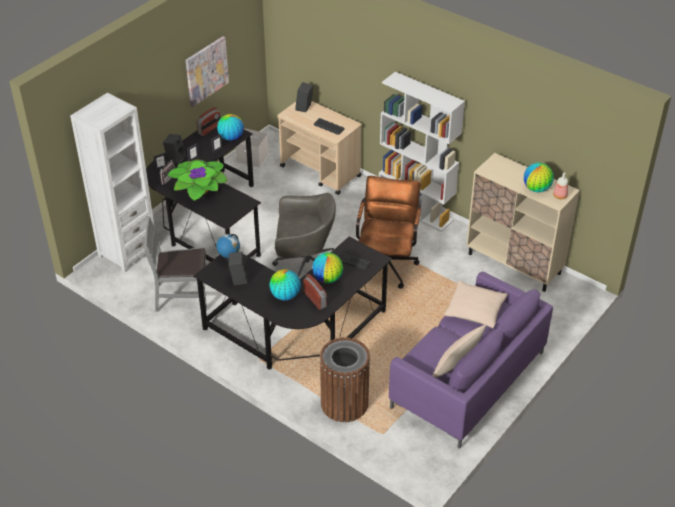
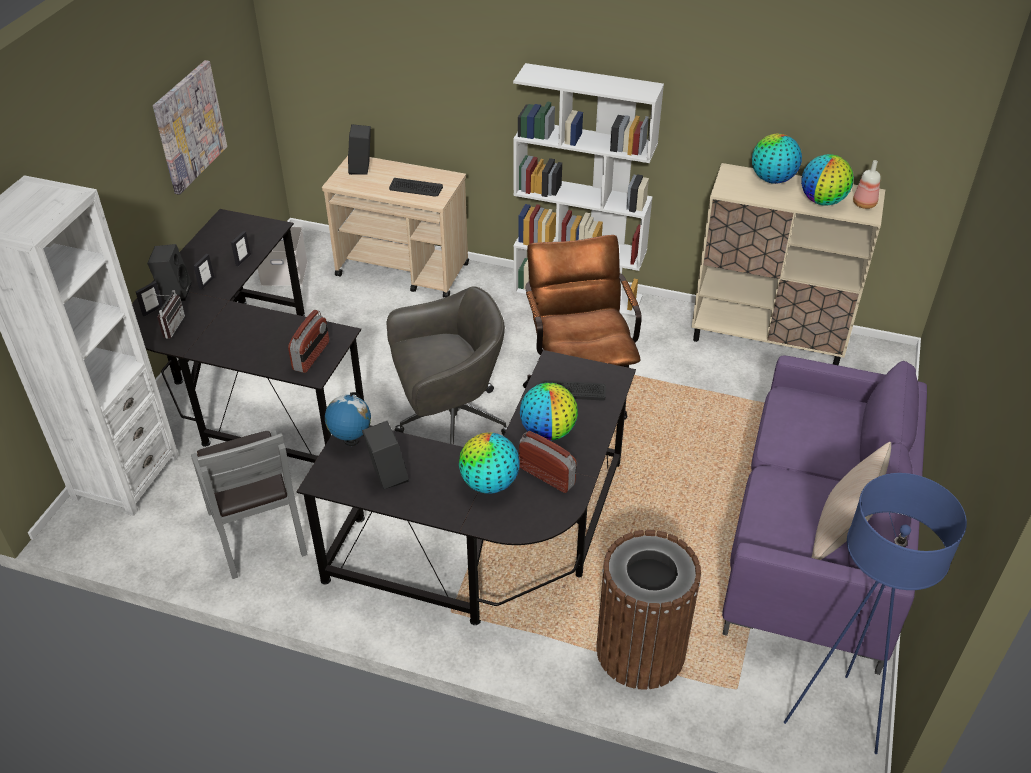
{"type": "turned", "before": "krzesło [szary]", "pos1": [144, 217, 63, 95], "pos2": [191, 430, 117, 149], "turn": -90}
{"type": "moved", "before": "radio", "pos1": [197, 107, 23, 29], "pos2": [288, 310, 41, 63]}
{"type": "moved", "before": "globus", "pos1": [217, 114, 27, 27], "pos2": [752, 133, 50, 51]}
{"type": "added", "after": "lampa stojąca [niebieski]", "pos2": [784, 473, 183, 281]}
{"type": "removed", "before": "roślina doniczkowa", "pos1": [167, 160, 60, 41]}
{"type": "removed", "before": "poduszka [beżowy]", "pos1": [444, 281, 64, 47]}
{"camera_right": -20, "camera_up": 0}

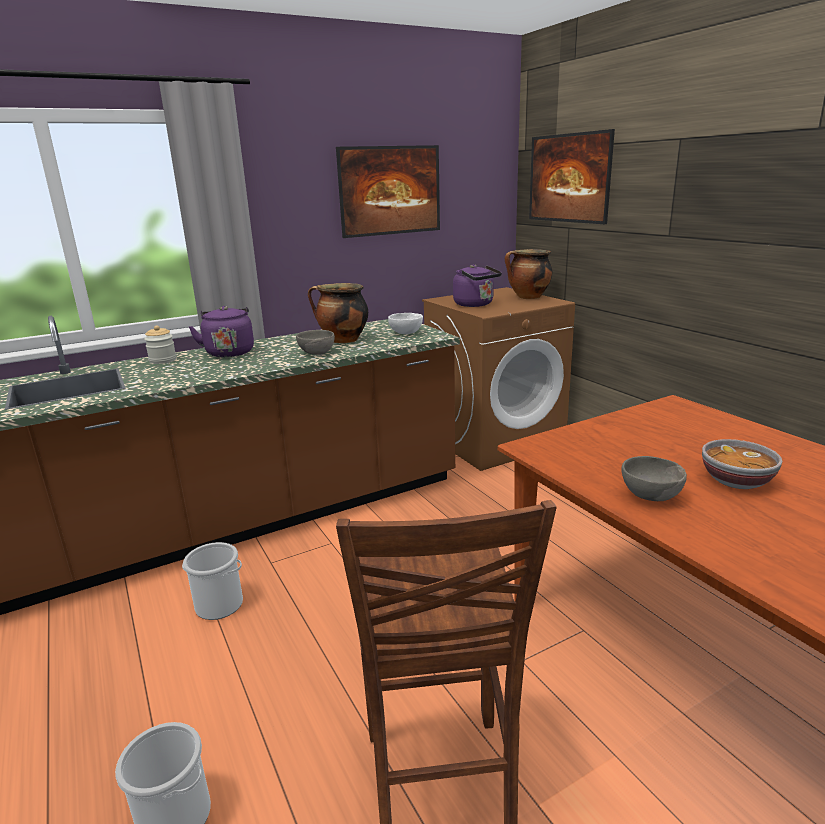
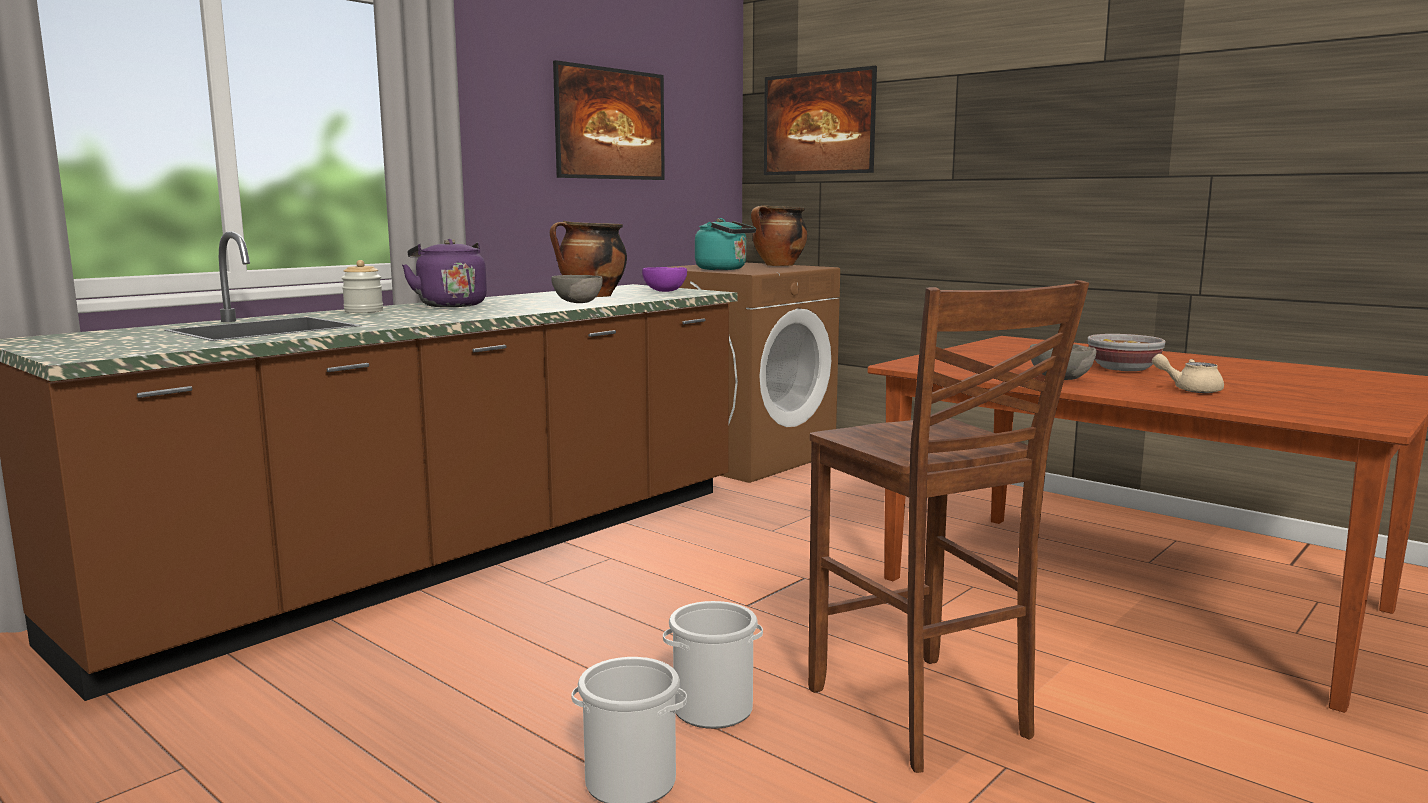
{"type": "recoloured", "before": "miska [biały]", "after": "miska [fioletowy]", "pos1": [388, 313, 35, 21], "pos2": [642, 267, 45, 25]}
{"type": "moved", "before": "wiadro", "pos1": [182, 542, 61, 78], "pos2": [663, 601, 100, 128]}
{"type": "recoloured", "before": "czajnik [fioletowy]", "after": "czajnik [turkusowy]", "pos1": [453, 265, 49, 42], "pos2": [695, 218, 61, 52]}
{"type": "added", "after": "imbryk [beżowy]", "pos2": [1152, 354, 72, 39]}
{"camera_right": -20, "camera_up": -10}

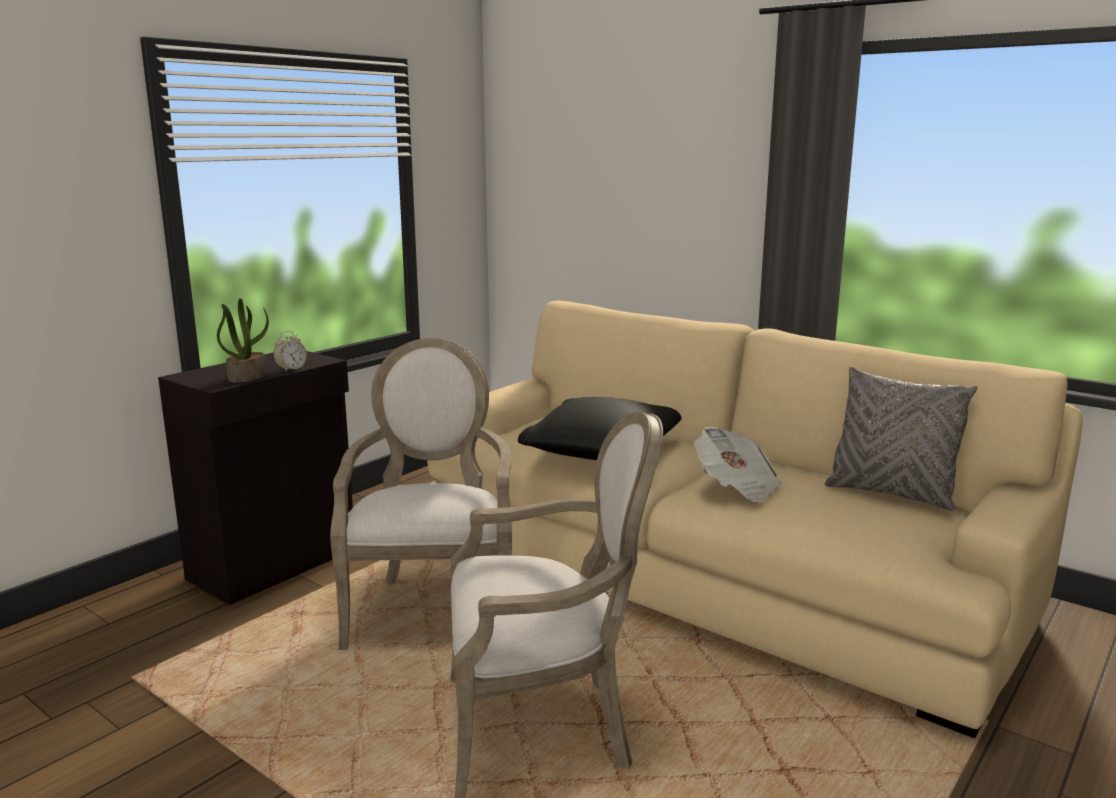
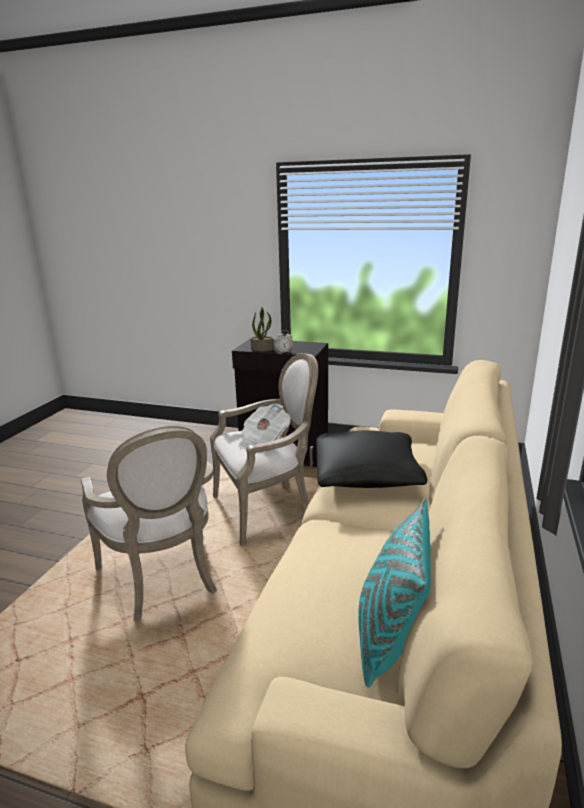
{"type": "moved", "before": "gazeta", "pos1": [694, 427, 88, 76], "pos2": [238, 404, 52, 46]}
{"type": "recoloured", "before": "poduszka [szary]", "after": "poduszka [turkusowy]", "pos1": [825, 367, 153, 143], "pos2": [358, 499, 73, 189]}
{"camera_right": 70, "camera_up": 5}

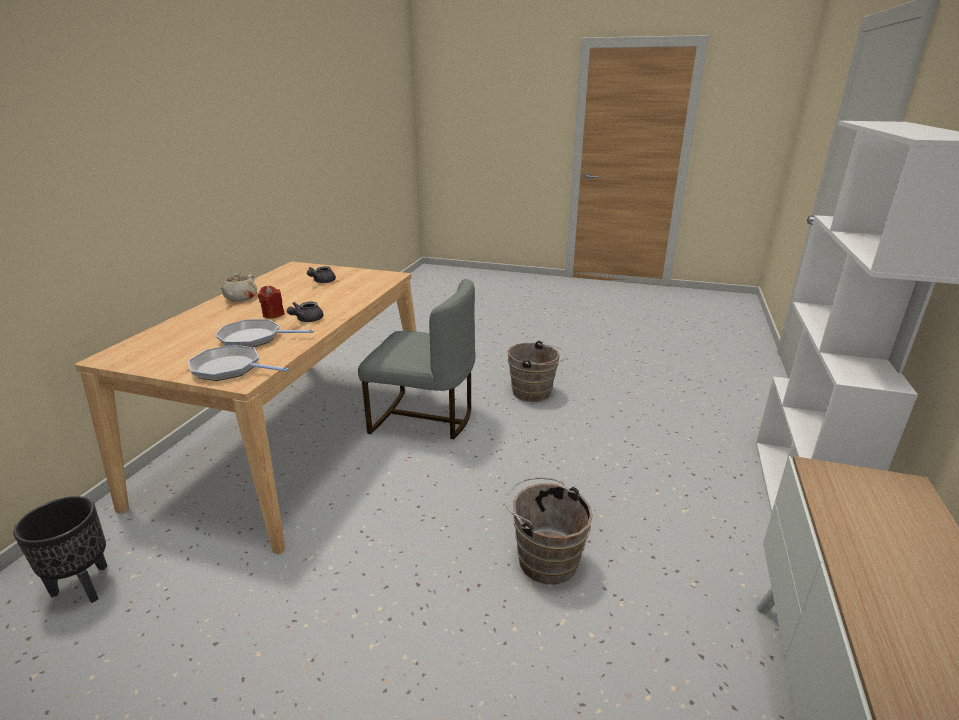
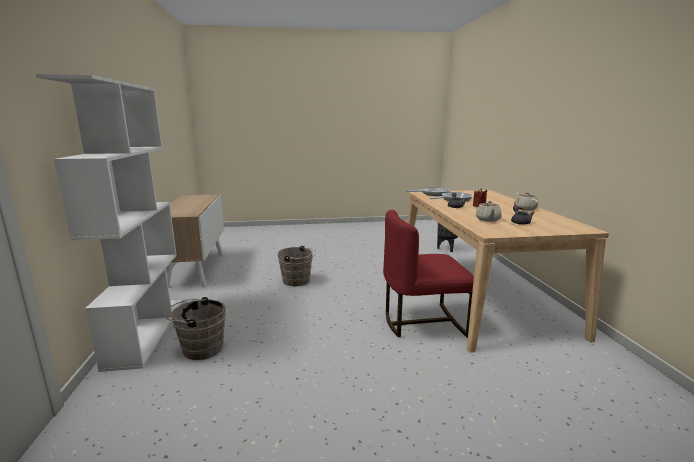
{"type": "moved", "before": "wiadro [brązowy]", "pos1": [508, 341, 57, 61], "pos2": [165, 297, 61, 63]}
{"type": "recoloured", "before": "krzesło [szary]", "after": "krzesło [czerwony]", "pos1": [358, 279, 117, 160], "pos2": [383, 210, 91, 128]}
{"type": "added", "after": "imbryk [beżowy]", "pos2": [476, 201, 26, 21]}
{"camera_right": 155, "camera_up": -10}

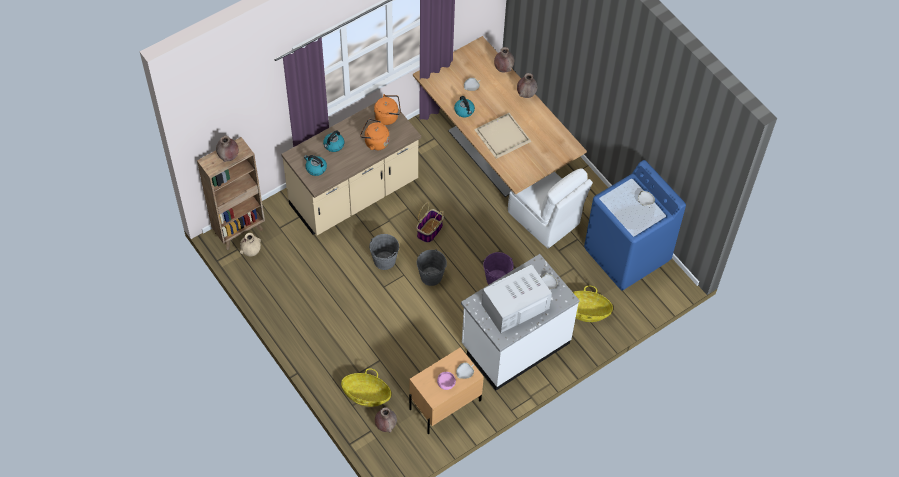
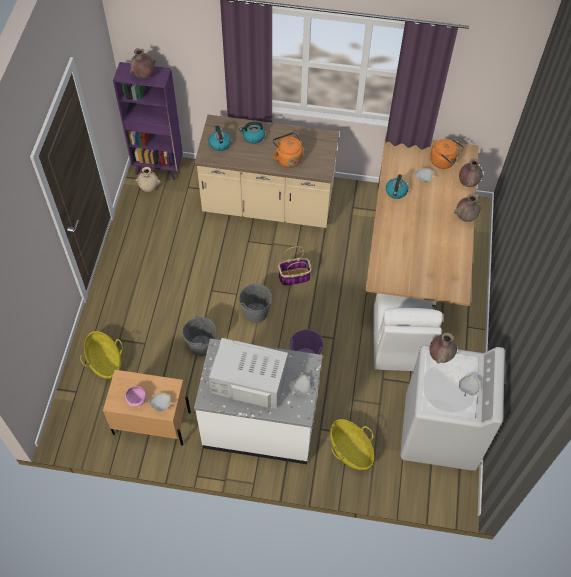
{"type": "recoloured", "before": "regał [brązowy]", "after": "regał [fioletowy]", "pos1": [197, 137, 68, 113], "pos2": [113, 62, 70, 118]}
{"type": "moved", "before": "wiadro [szary]", "pos1": [369, 234, 30, 36], "pos2": [182, 316, 34, 40]}
{"type": "recoloured", "before": "pralka [niebieski]", "after": "pralka [biały]", "pos1": [584, 160, 102, 130], "pos2": [400, 345, 105, 126]}
{"type": "moved", "before": "wazon [brązowy]", "pos1": [375, 407, 22, 26], "pos2": [429, 333, 28, 31]}
{"type": "moved", "before": "czajnik [pomarańczowy]", "pos1": [374, 94, 27, 31], "pos2": [430, 139, 34, 30]}
{"type": "removed", "before": "taca [beżowy]", "pos1": [474, 113, 58, 46]}
{"camera_right": 45, "camera_up": 0}

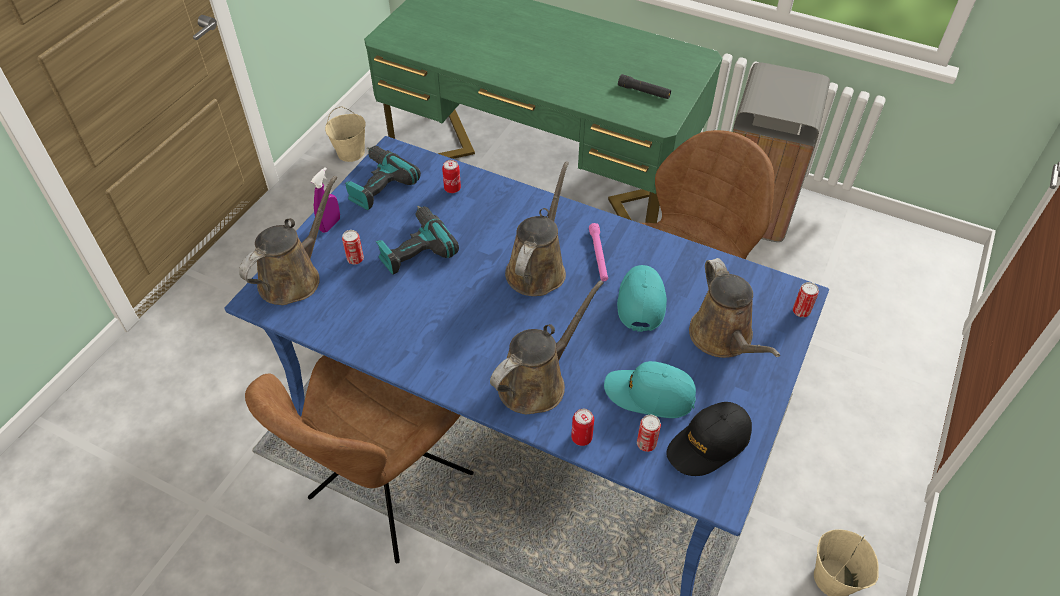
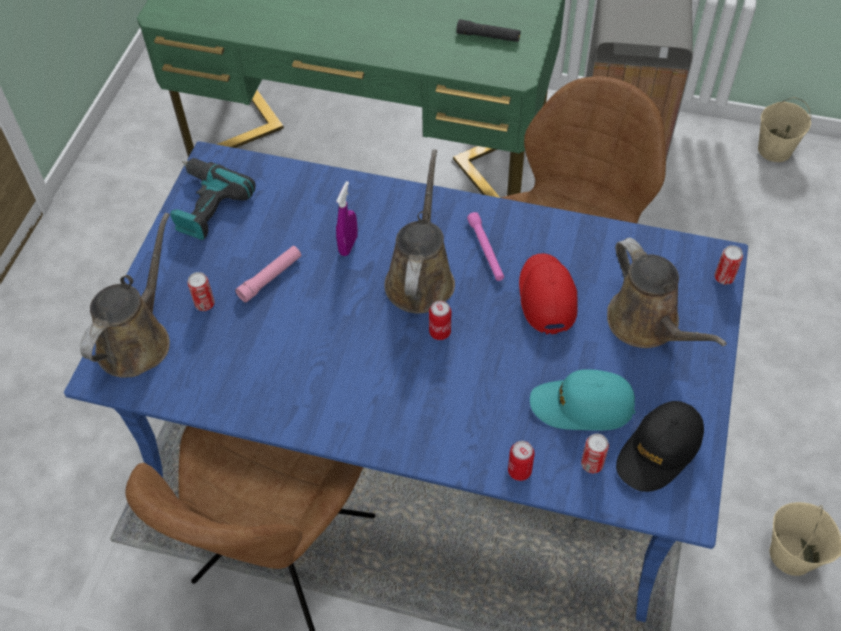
{"type": "replaced", "before": "wiertarka", "after": "latarka [różowy]", "pos1": [376, 206, 83, 69], "pos2": [235, 246, 66, 57]}
{"type": "moved", "before": "spryskiwacz [fioletowy]", "pos1": [311, 167, 29, 66], "pos2": [336, 181, 22, 75]}
{"type": "moved", "before": "puszka", "pos1": [442, 160, 19, 33], "pos2": [429, 301, 22, 39]}
{"type": "recoloured", "before": "czapka z daszkiem [turkusowy]", "after": "czapka z daszkiem [czerwony]", "pos1": [617, 265, 50, 67], "pos2": [519, 253, 58, 82]}
{"type": "moved", "before": "wiadro [beżowy]", "pos1": [325, 106, 41, 56], "pos2": [758, 97, 53, 65]}
{"type": "removed", "before": "konewka [brązowy]", "pos1": [490, 280, 114, 134]}
{"camera_right": -10, "camera_up": 5}

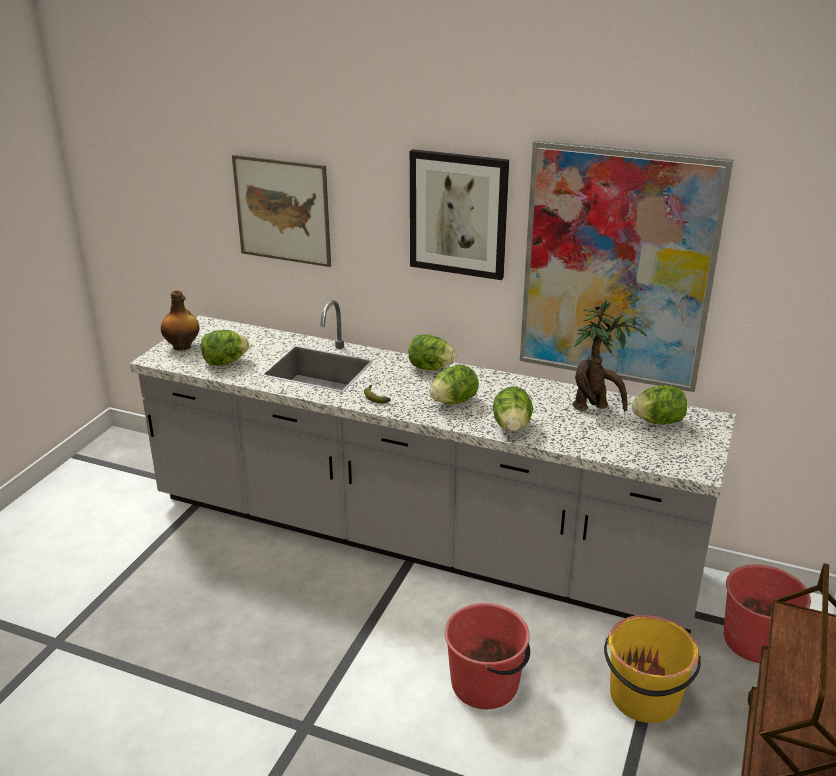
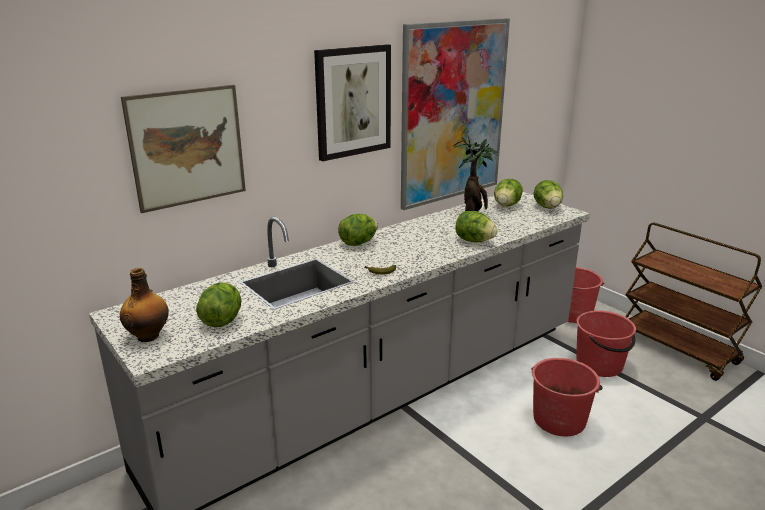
{"type": "moved", "before": "sałata", "pos1": [429, 365, 50, 39], "pos2": [534, 180, 29, 29]}
{"type": "recoloured", "before": "wiadro [żółty]", "after": "wiadro [czerwony]", "pos1": [604, 615, 97, 108], "pos2": [576, 310, 60, 67]}
{"camera_right": -60, "camera_up": -5}

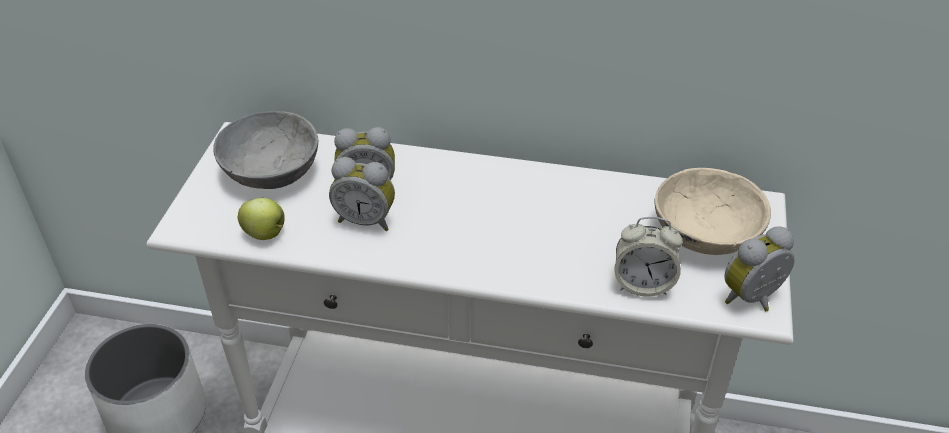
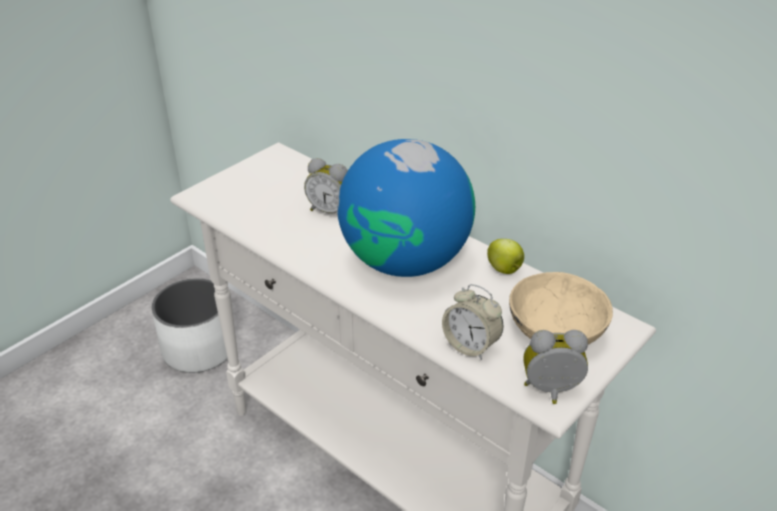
{"type": "added", "after": "globus", "pos2": [337, 139, 138, 138]}
{"type": "moved", "before": "jabłko", "pos1": [238, 198, 47, 42], "pos2": [487, 239, 37, 35]}
{"type": "removed", "before": "miska [szary]", "pos1": [213, 111, 105, 78]}
{"type": "removed", "before": "budzik", "pos1": [329, 157, 66, 74]}
{"camera_right": 30, "camera_up": -5}

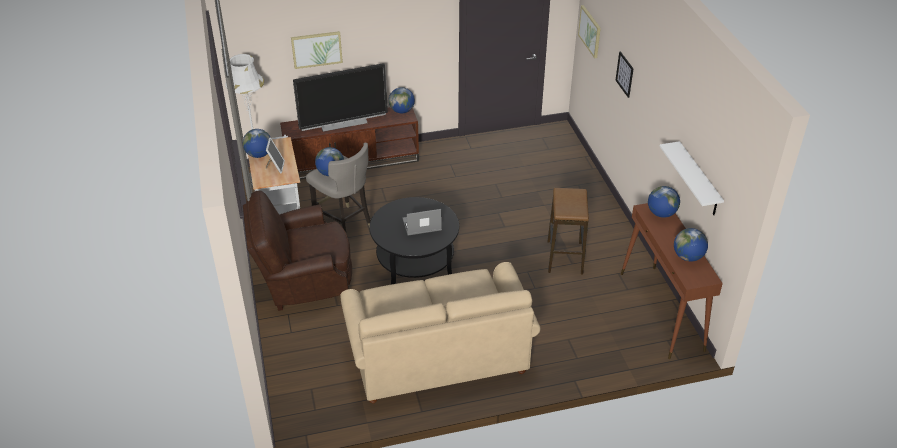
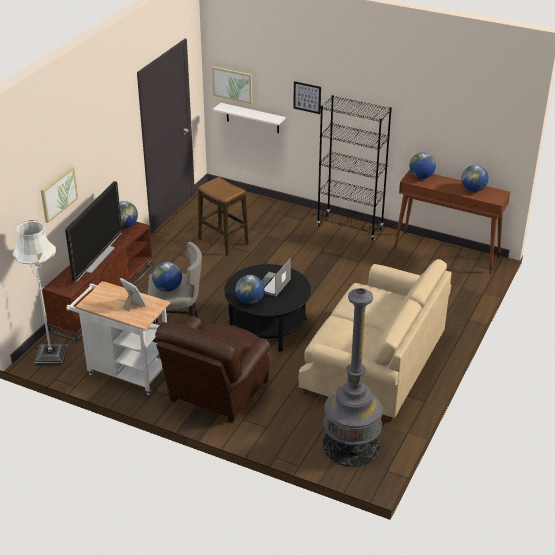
{"type": "moved", "before": "stołek", "pos1": [548, 188, 41, 86], "pos2": [198, 177, 51, 79]}
{"type": "moved", "before": "półka [biały]", "pos1": [659, 141, 65, 74], "pos2": [213, 103, 73, 30]}
{"type": "moved", "before": "globus", "pos1": [243, 129, 27, 29], "pos2": [235, 275, 30, 29]}
{"type": "added", "after": "regał [czarny]", "pos2": [317, 95, 75, 146]}
{"type": "added", "after": "lampa stojąca [szary]", "pos2": [322, 288, 61, 179]}
{"camera_right": -50, "camera_up": -5}

